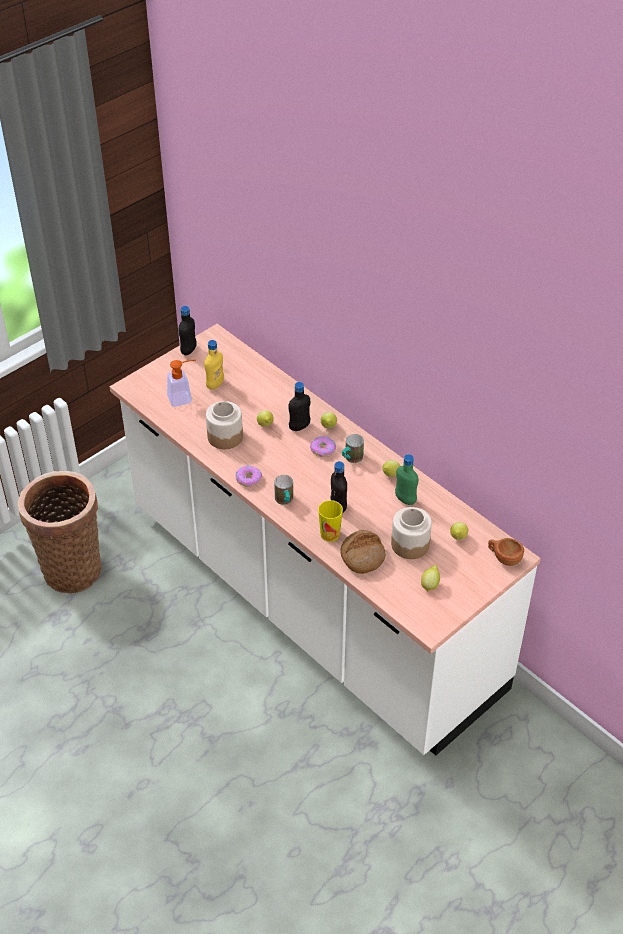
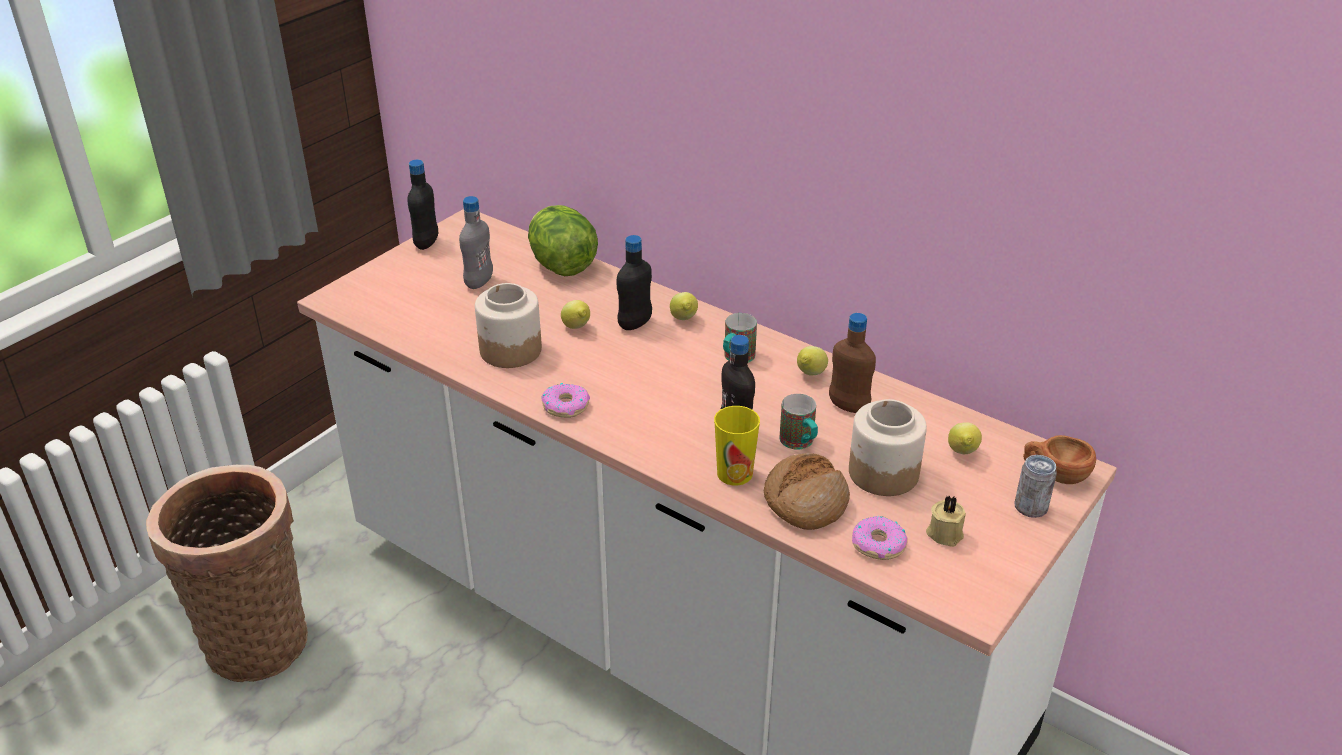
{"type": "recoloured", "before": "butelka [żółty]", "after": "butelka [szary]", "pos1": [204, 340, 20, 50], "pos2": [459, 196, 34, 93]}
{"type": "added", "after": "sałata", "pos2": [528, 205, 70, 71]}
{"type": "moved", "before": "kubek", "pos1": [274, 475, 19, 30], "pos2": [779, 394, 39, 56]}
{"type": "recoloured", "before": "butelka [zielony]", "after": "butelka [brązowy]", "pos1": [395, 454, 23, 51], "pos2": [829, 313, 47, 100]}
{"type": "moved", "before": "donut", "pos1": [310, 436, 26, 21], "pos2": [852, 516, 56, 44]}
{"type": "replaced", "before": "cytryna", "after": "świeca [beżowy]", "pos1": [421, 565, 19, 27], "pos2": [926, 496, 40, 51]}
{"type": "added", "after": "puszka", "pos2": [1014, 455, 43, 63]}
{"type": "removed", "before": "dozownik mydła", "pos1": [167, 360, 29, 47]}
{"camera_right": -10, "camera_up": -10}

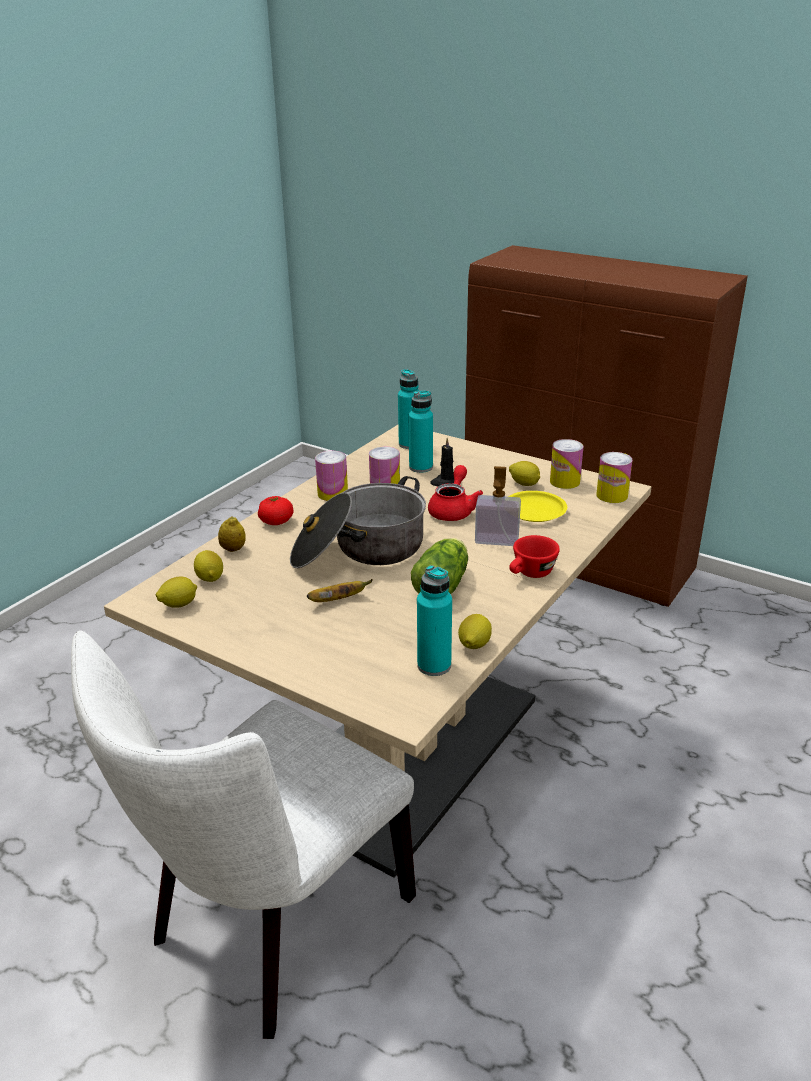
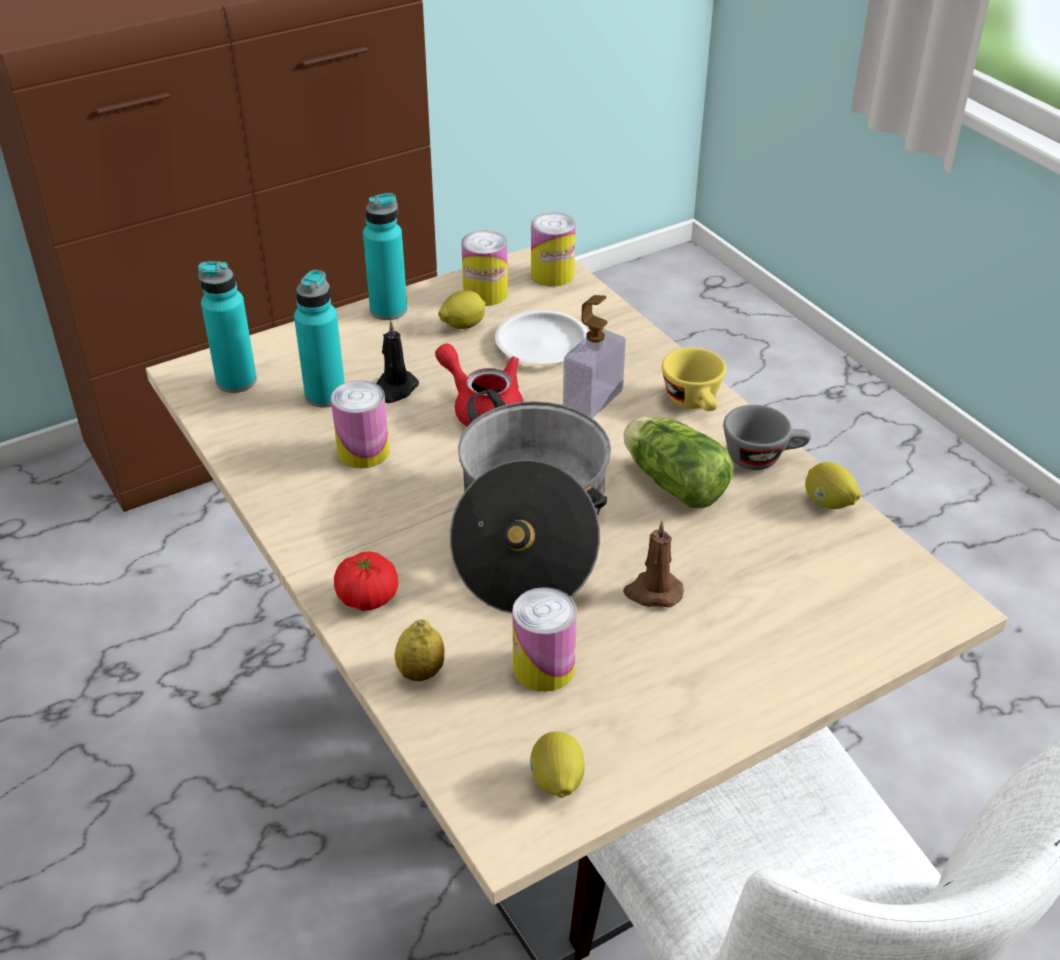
{"type": "moved", "before": "butelka [turkusowy]", "pos1": [417, 565, 35, 111], "pos2": [363, 193, 44, 127]}
{"type": "recoloured", "before": "talerz [żółty]", "after": "talerz [biały]", "pos1": [508, 491, 59, 31], "pos2": [495, 310, 93, 54]}
{"type": "moved", "before": "puszka", "pos1": [315, 451, 33, 50], "pos2": [512, 587, 65, 105]}
{"type": "replaced", "before": "banan", "after": "świeca [brązowy]", "pos1": [307, 579, 66, 23], "pos2": [623, 521, 61, 86]}
{"type": "recoloured", "before": "filiżanka [czerwony]", "after": "filiżanka [żółty]", "pos1": [509, 535, 51, 43], "pos2": [662, 347, 64, 64]}
{"type": "added", "after": "filiżanka [szary]", "pos2": [723, 405, 88, 65]}
{"type": "removed", "before": "cytryna", "pos1": [194, 550, 29, 32]}
{"camera_right": -65, "camera_up": 10}

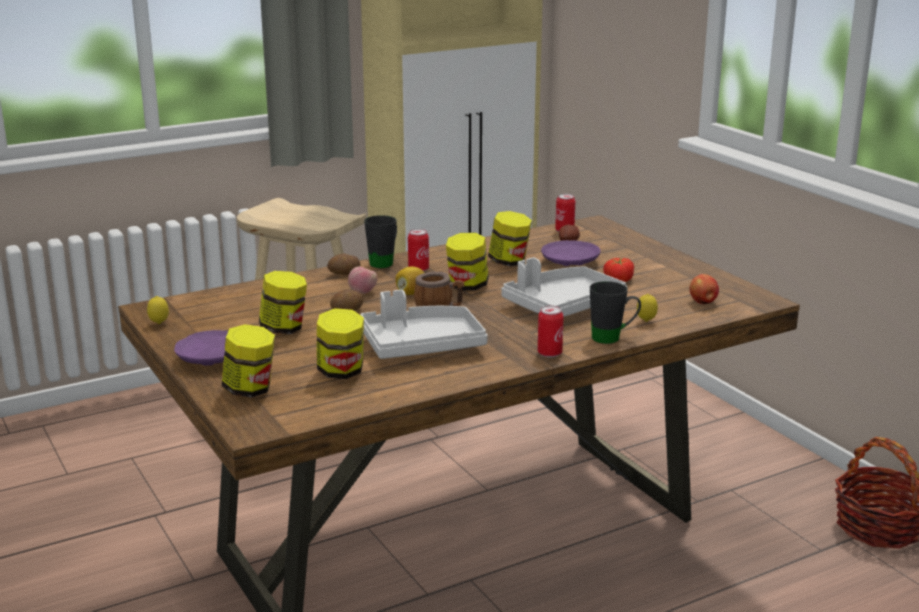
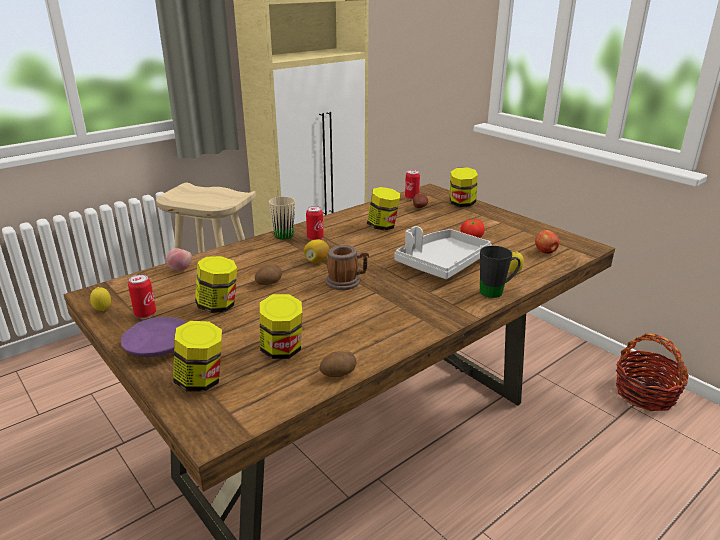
{"type": "moved", "before": "puszka", "pos1": [538, 306, 26, 51], "pos2": [128, 274, 28, 44]}
{"type": "moved", "before": "jabłko", "pos1": [348, 266, 30, 28], "pos2": [166, 248, 26, 23]}
{"type": "recoloured", "before": "kubek [czarny]", "after": "kubek [beżowy]", "pos1": [364, 215, 33, 53], "pos2": [269, 196, 26, 43]}
{"type": "moved", "before": "ziemniak", "pos1": [327, 253, 33, 22], "pos2": [319, 351, 38, 26]}
{"type": "moved", "before": "słoik", "pos1": [446, 233, 43, 58], "pos2": [450, 167, 28, 40]}
{"type": "removed", "before": "taca [szary]", "pos1": [361, 290, 127, 69]}
{"type": "removed", "before": "talerz [fioletowy]", "pos1": [541, 240, 60, 26]}
{"camera_right": -10, "camera_up": 5}

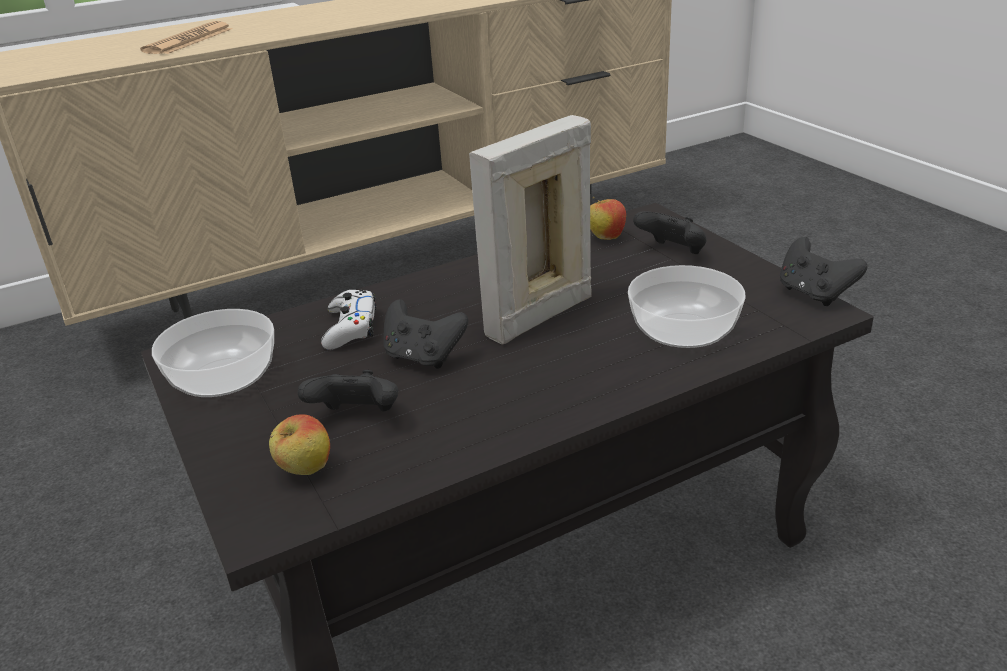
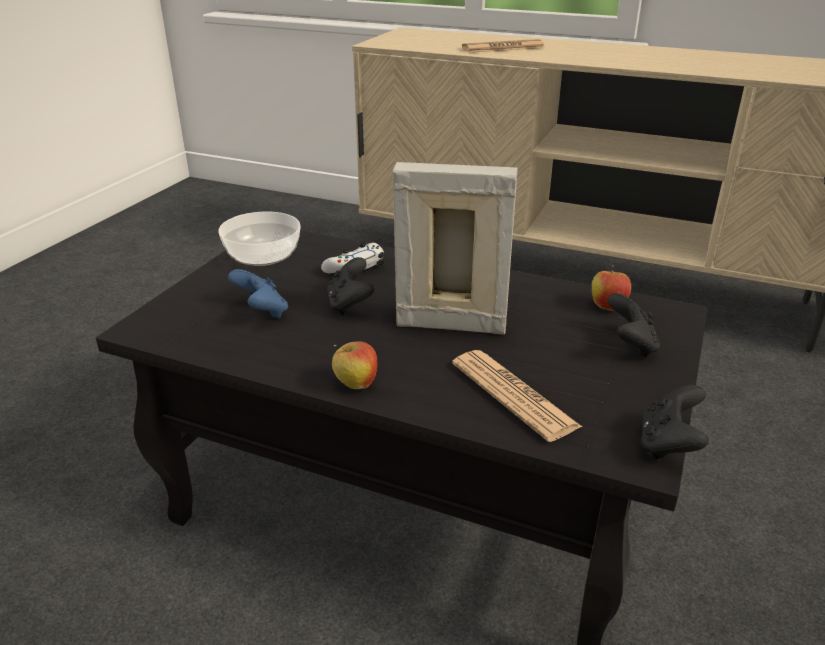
{"type": "recoloured", "before": "pad do gier [czarny]", "after": "pad do gier [niebieski]", "pos1": [298, 370, 100, 42], "pos2": [228, 269, 60, 49]}
{"type": "moved", "before": "jabłko", "pos1": [269, 414, 61, 61], "pos2": [332, 341, 45, 48]}
{"type": "replaced", "before": "miska", "after": "gazeta", "pos1": [628, 265, 118, 83], "pos2": [452, 350, 130, 92]}
{"camera_right": 50, "camera_up": 0}

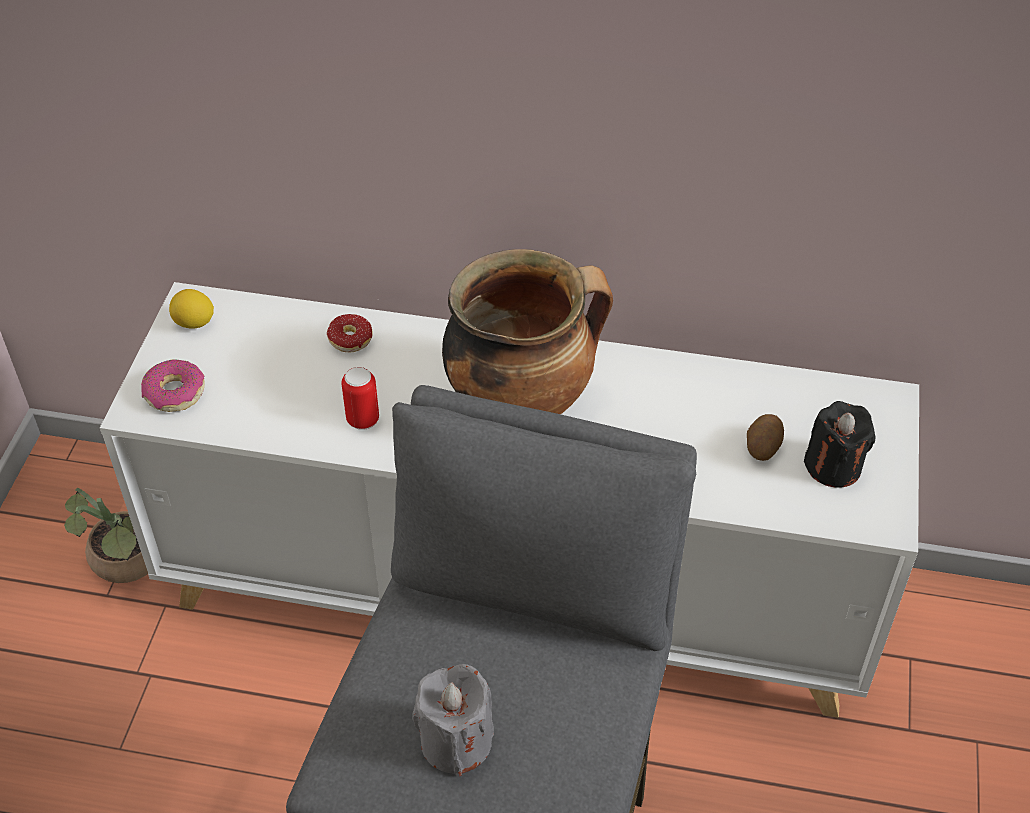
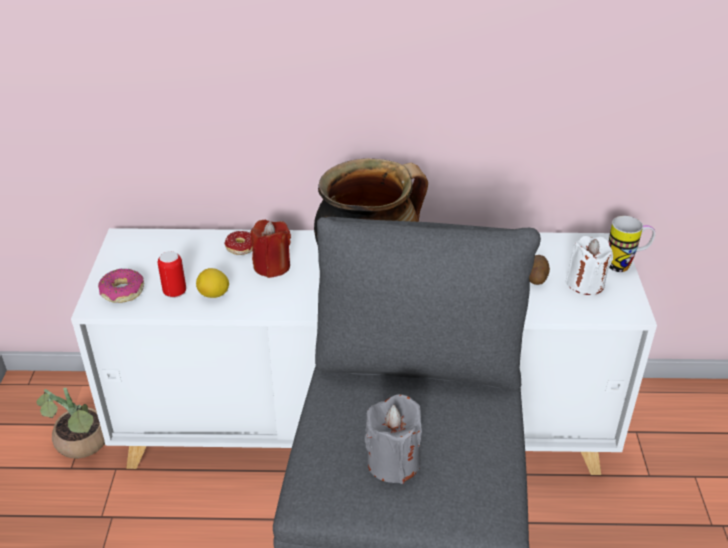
{"type": "moved", "before": "puszka", "pos1": [341, 367, 38, 63], "pos2": [158, 251, 28, 47]}
{"type": "moved", "before": "cytryna", "pos1": [169, 289, 45, 40], "pos2": [196, 268, 33, 30]}
{"type": "added", "after": "świeca [czerwony]", "pos2": [251, 220, 40, 58]}
{"type": "recoloured", "before": "świeca [czarny]", "after": "świeca [biały]", "pos1": [804, 401, 71, 87], "pos2": [565, 236, 48, 59]}
{"type": "added", "after": "kubek", "pos2": [609, 216, 46, 56]}
{"camera_right": -10, "camera_up": -10}

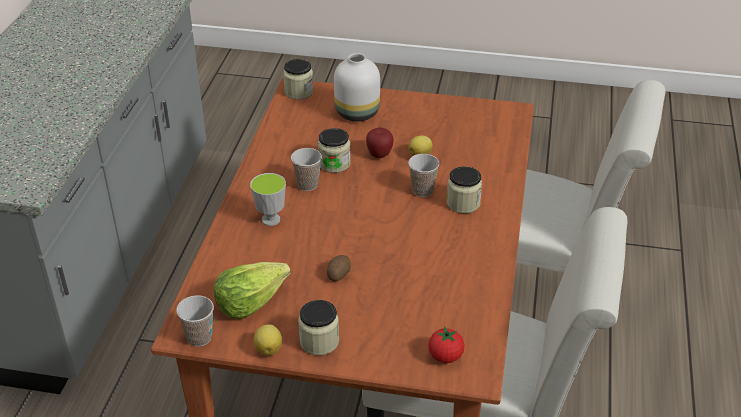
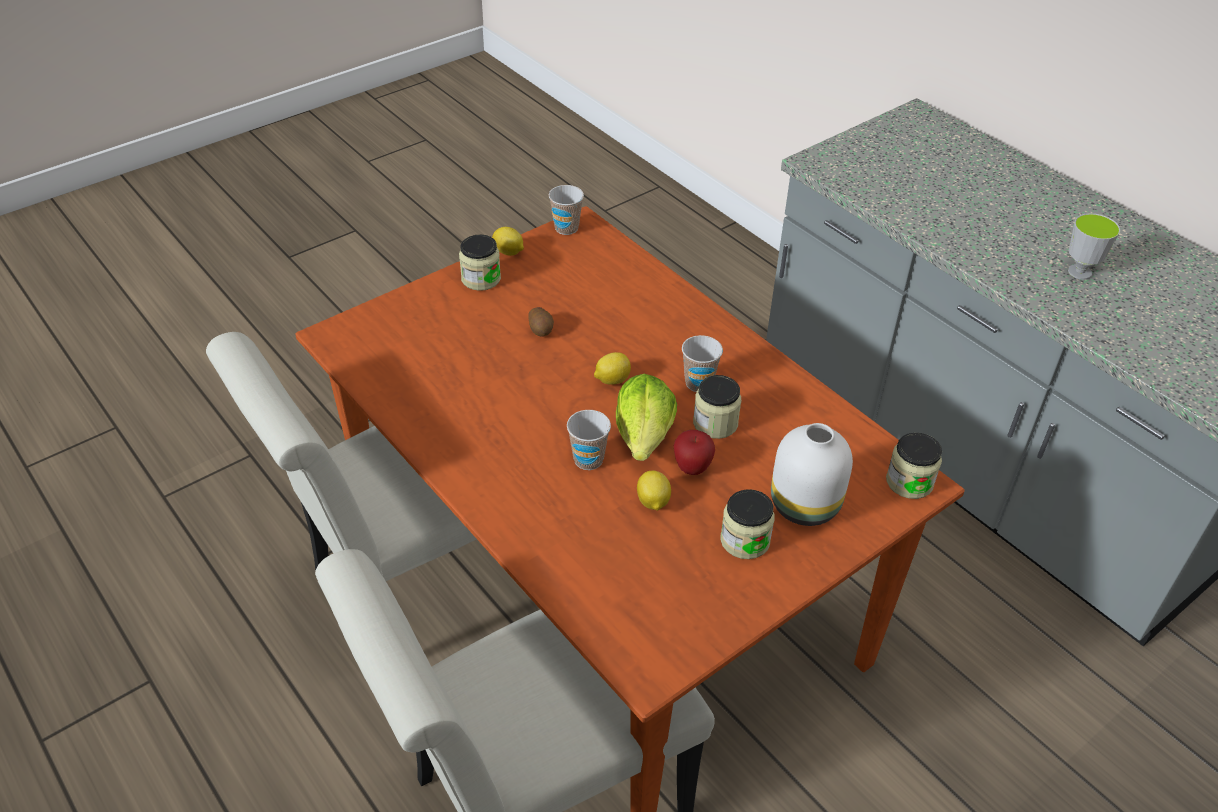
{"type": "added", "after": "cytryna", "pos2": [594, 352, 37, 33]}
{"type": "moved", "before": "sałata", "pos1": [214, 262, 77, 57], "pos2": [616, 374, 61, 87]}
{"type": "moved", "before": "słoik", "pos1": [447, 166, 35, 47], "pos2": [720, 489, 54, 70]}
{"type": "moved", "before": "filiżanka", "pos1": [250, 173, 36, 53], "pos2": [1068, 213, 53, 67]}
{"type": "removed", "before": "pomidor", "pos1": [428, 326, 36, 37]}
{"camera_right": 130, "camera_up": 5}

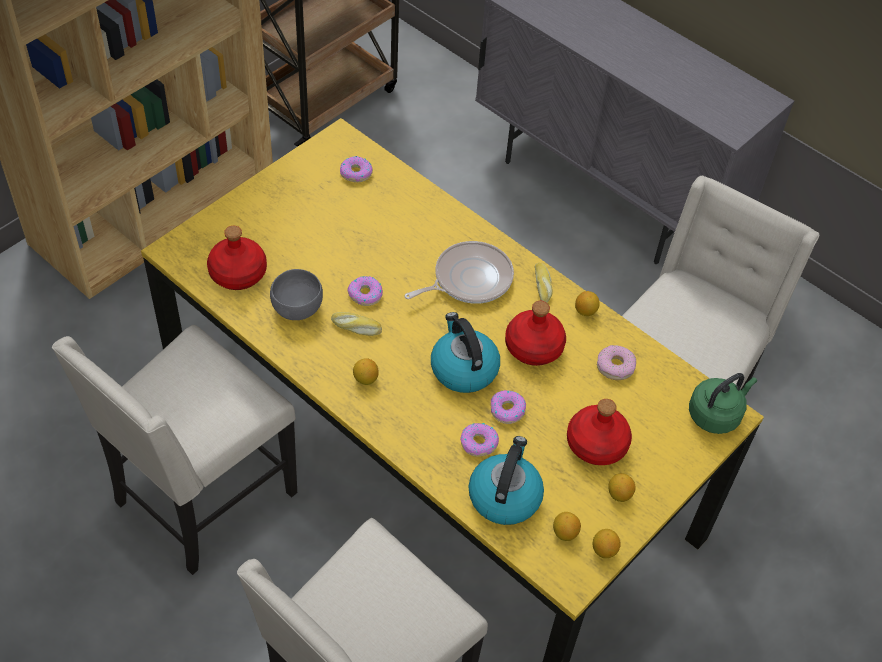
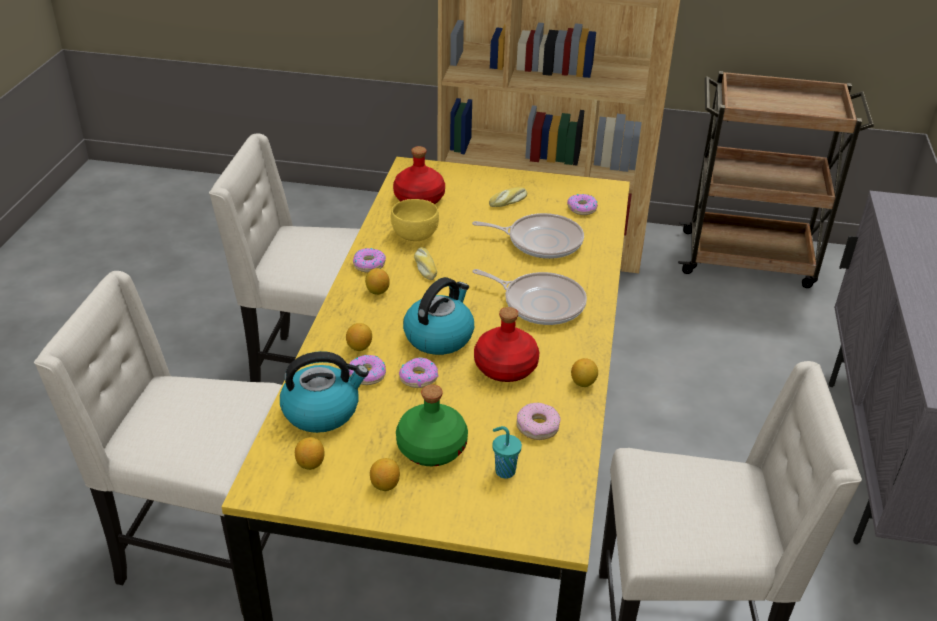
{"type": "moved", "before": "cytryna", "pos1": [593, 529, 28, 29], "pos2": [346, 323, 26, 28]}
{"type": "moved", "before": "donut", "pos1": [347, 276, 36, 30], "pos2": [353, 248, 33, 25]}
{"type": "recoloured", "before": "miska [szary]", "after": "miska [żółty]", "pos1": [270, 269, 53, 51], "pos2": [391, 199, 48, 42]}
{"type": "recoloured", "before": "butelka [czerwony]", "after": "butelka [zielony]", "pos1": [567, 399, 65, 66], "pos2": [396, 385, 72, 81]}
{"type": "added", "after": "patelnia", "pos2": [472, 213, 112, 46]}
{"type": "moved", "before": "chleb", "pos1": [535, 263, 18, 40], "pos2": [489, 187, 38, 20]}
{"type": "added", "after": "filiżanka [turkusowy]", "pos2": [492, 426, 30, 53]}
{"type": "removed", "before": "czajnik [zielony]", "pos1": [689, 373, 68, 61]}
{"camera_right": 60, "camera_up": -15}

